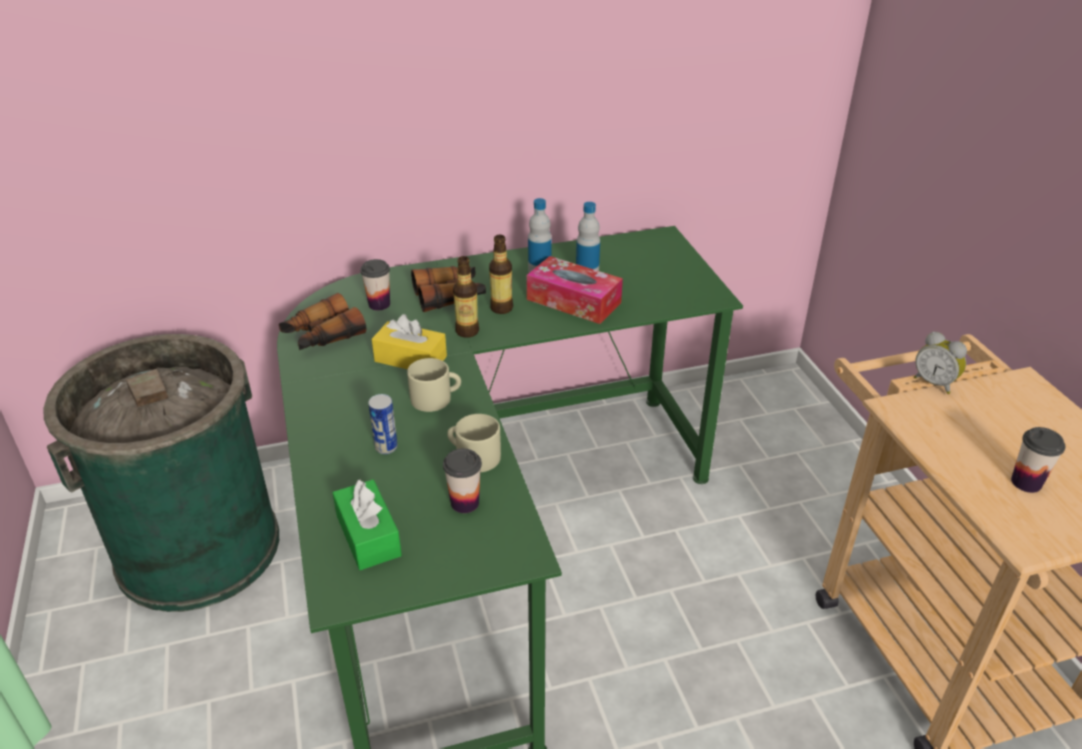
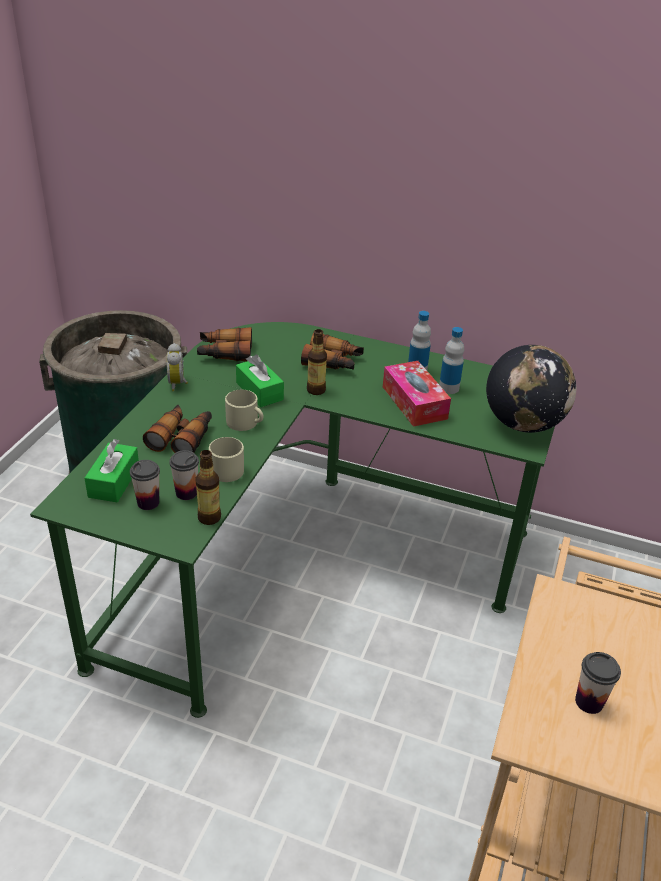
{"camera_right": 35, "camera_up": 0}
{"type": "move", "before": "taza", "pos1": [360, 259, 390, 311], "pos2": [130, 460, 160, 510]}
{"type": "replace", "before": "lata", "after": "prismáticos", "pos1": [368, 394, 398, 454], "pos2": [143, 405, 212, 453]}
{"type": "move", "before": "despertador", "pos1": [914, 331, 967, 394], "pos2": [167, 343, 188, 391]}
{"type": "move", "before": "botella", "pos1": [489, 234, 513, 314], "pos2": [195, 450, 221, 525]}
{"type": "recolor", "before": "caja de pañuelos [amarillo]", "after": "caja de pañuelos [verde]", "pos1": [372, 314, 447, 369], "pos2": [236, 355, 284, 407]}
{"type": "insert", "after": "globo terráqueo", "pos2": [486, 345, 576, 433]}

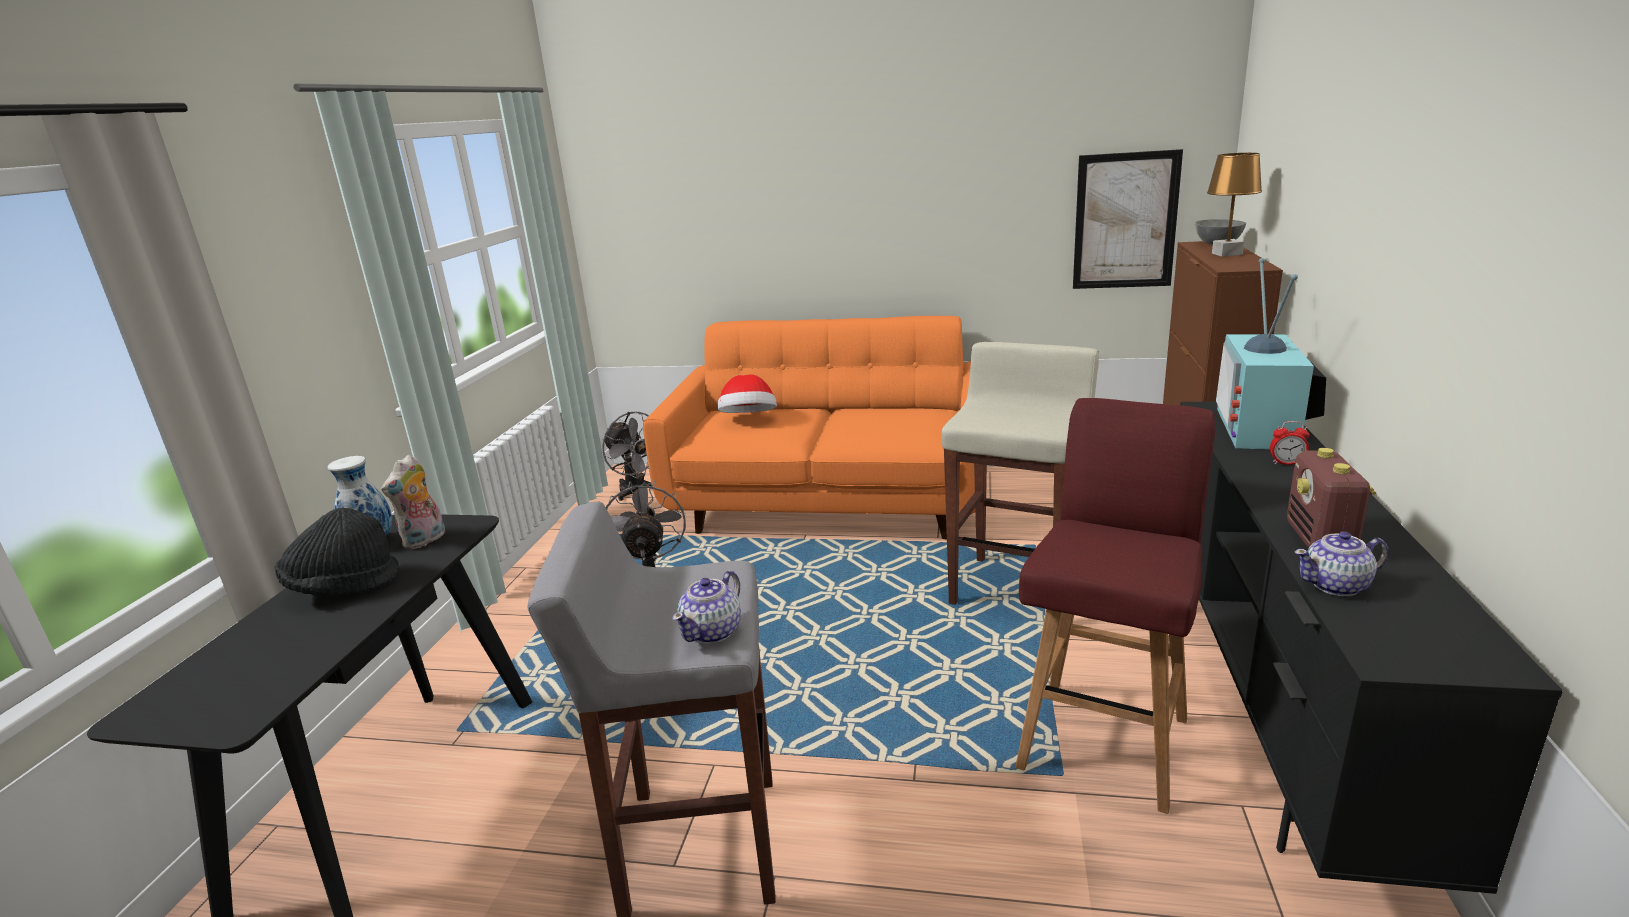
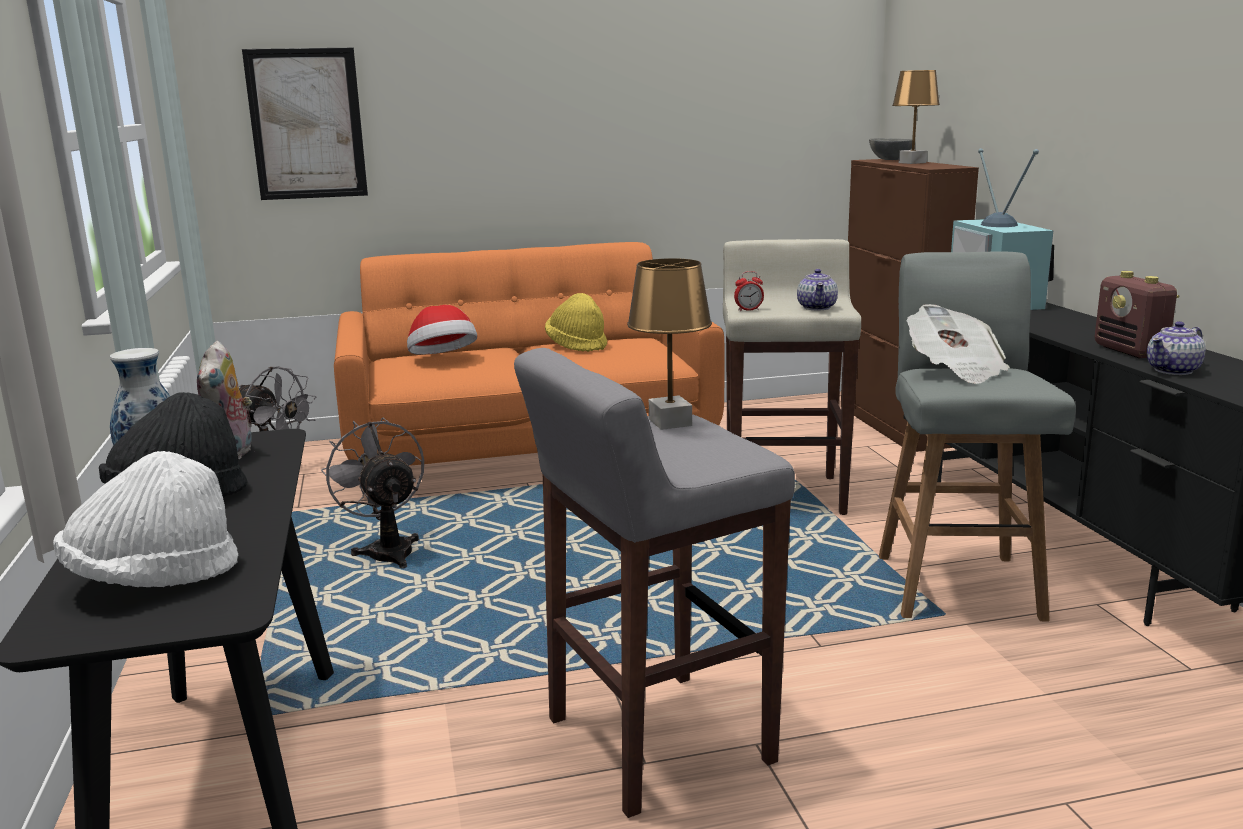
{"camera_right": -25, "camera_up": -5}
{"type": "insert", "after": "sombrero [blanco]", "pos2": [53, 451, 238, 587]}
{"type": "move", "before": "cuadro", "pos1": [1073, 149, 1183, 289], "pos2": [242, 48, 368, 200]}
{"type": "insert", "after": "sombrero [amarillo]", "pos2": [545, 293, 607, 352]}
{"type": "insert", "after": "lámpara de mesa [marrón]", "pos2": [627, 258, 712, 430]}
{"type": "move", "before": "despertador", "pos1": [1270, 421, 1310, 465], "pos2": [734, 271, 764, 311]}
{"type": "move", "before": "tetera", "pos1": [672, 570, 741, 644], "pos2": [797, 269, 838, 310]}
{"type": "recolor", "before": "taburete [rojo]", "after": "taburete [gris]", "pos1": [1015, 398, 1215, 814], "pos2": [879, 251, 1076, 621]}
{"type": "insert", "after": "periódico", "pos2": [907, 304, 1010, 384]}

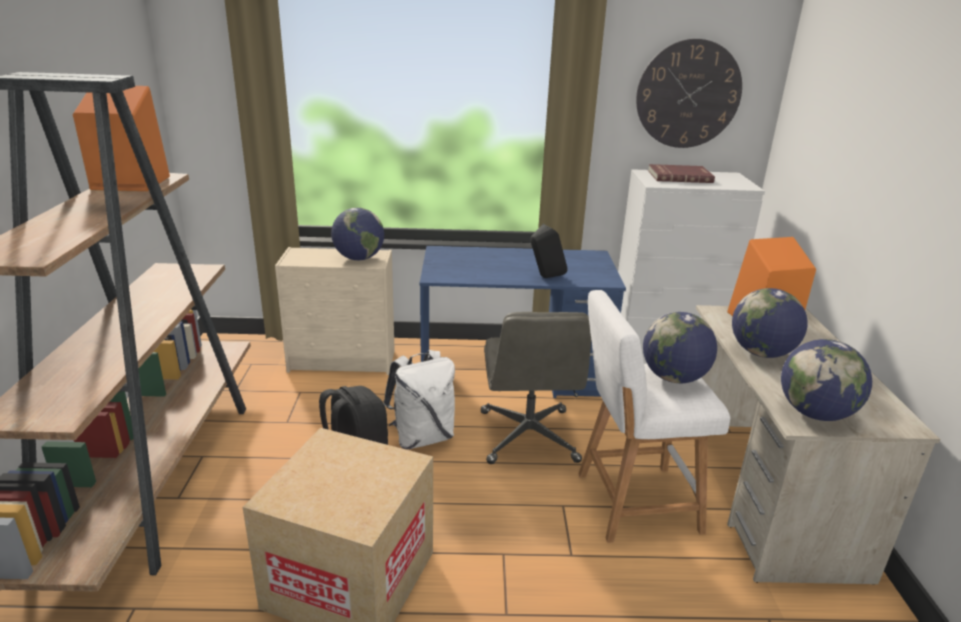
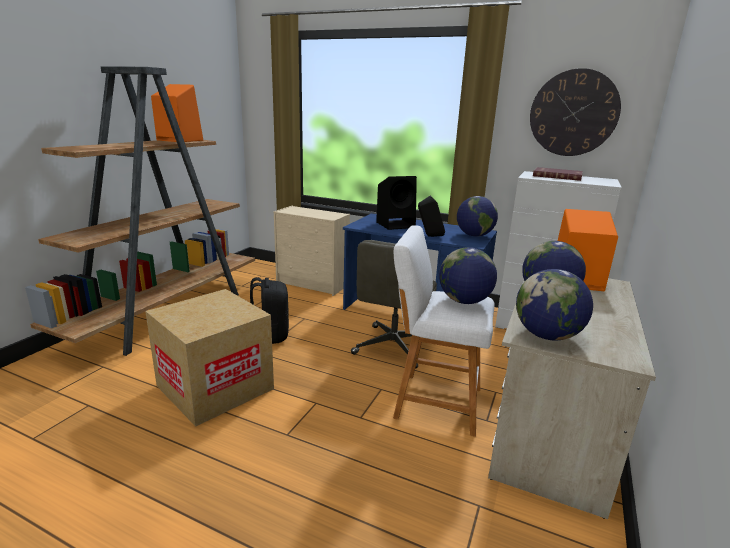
{"camera_right": 25, "camera_up": -5}
{"type": "insert", "after": "altavoz [negro]", "pos2": [376, 176, 417, 230]}
{"type": "move", "before": "globo terráqueo", "pos1": [331, 208, 384, 260], "pos2": [457, 196, 498, 237]}
{"type": "delete", "before": "mochila [blanco]", "pos1": [384, 350, 455, 449]}

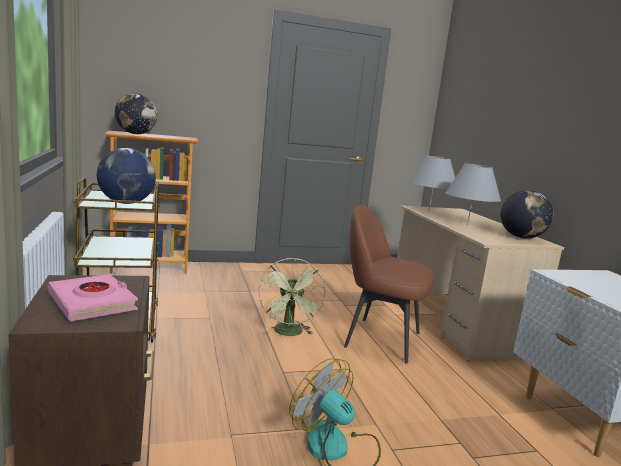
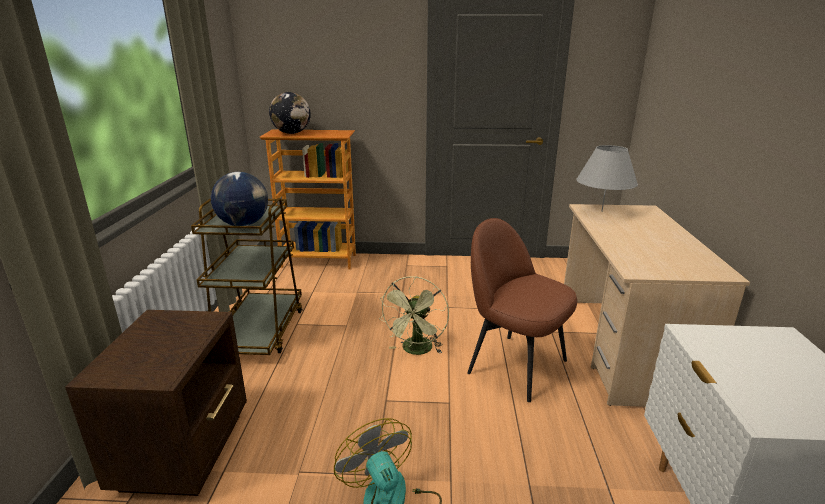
{"camera_right": 20, "camera_up": 10}
{"type": "delete", "before": "libro [rosa]", "pos1": [48, 274, 138, 321]}
{"type": "delete", "before": "lámpara de mesa [gris]", "pos1": [445, 164, 501, 225]}
{"type": "delete", "before": "globo terráqueo", "pos1": [501, 190, 553, 239]}

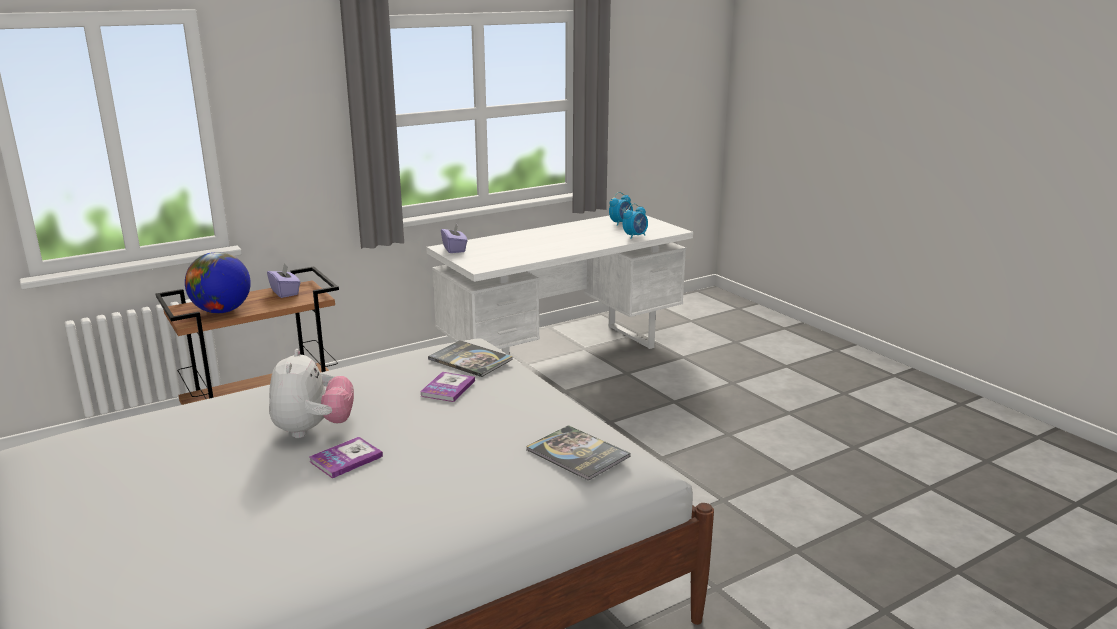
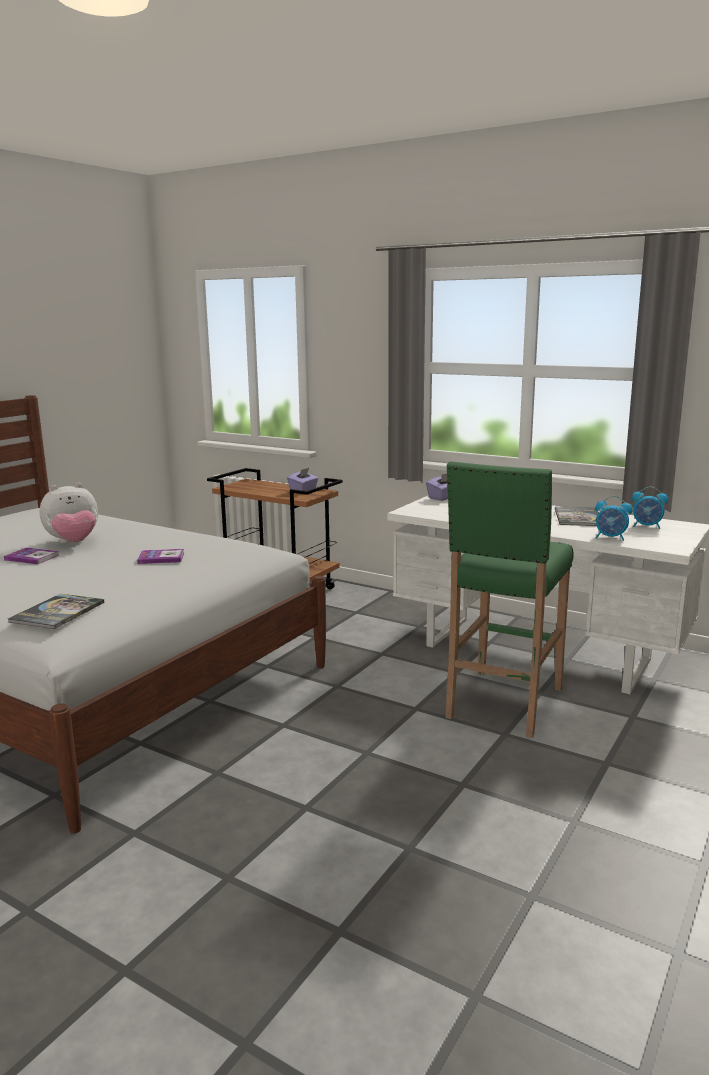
{"camera_right": 65, "camera_up": -5}
{"type": "insert", "after": "taburete [verde]", "pos2": [445, 461, 574, 738]}
{"type": "move", "before": "libro", "pos1": [428, 340, 513, 377], "pos2": [555, 507, 599, 526]}
{"type": "delete", "before": "globo terráqueo", "pos1": [185, 252, 251, 313]}

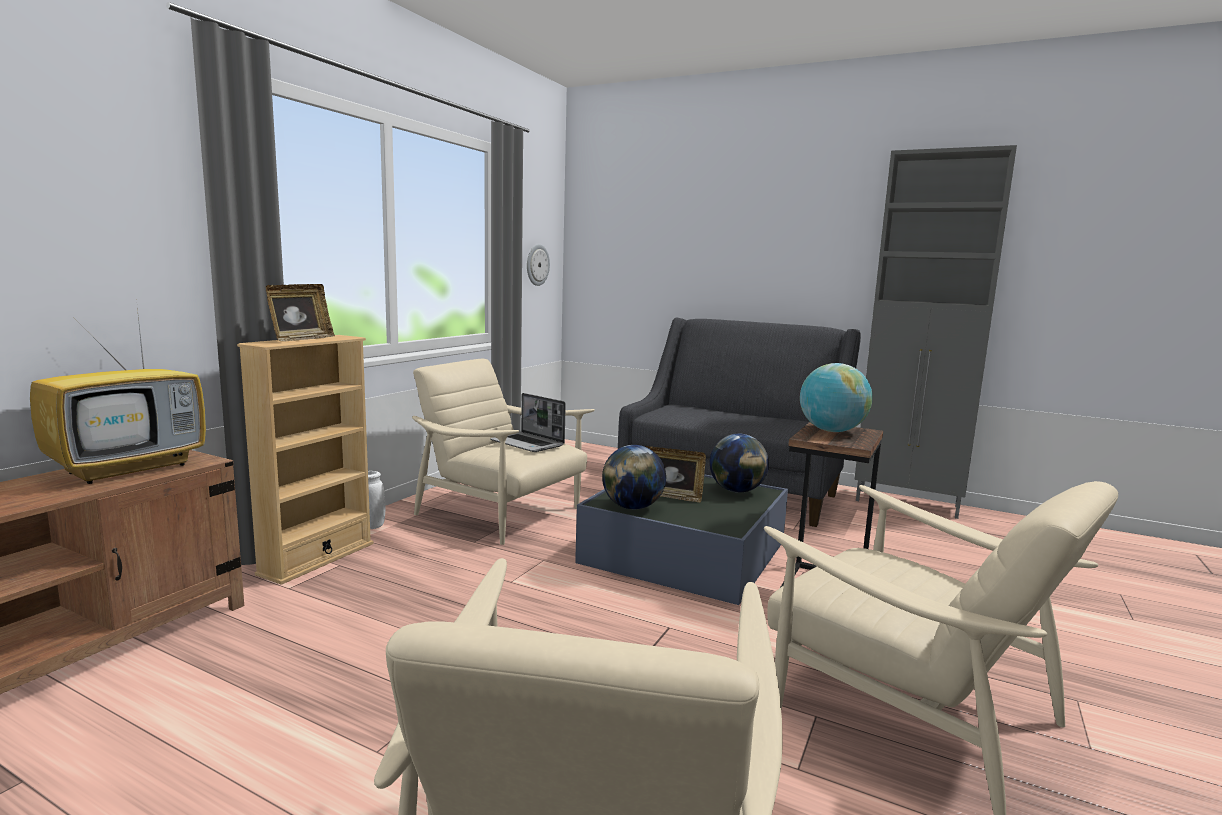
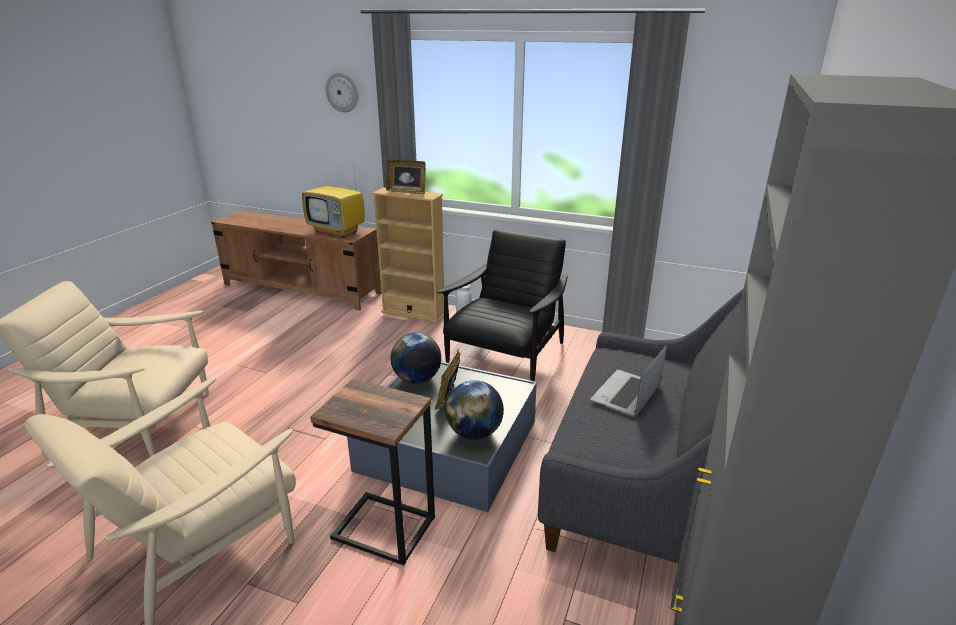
{"camera_right": 85, "camera_up": 15}
{"type": "move", "before": "reloj de pared", "pos1": [527, 244, 550, 286], "pos2": [326, 72, 359, 112]}
{"type": "recolor", "before": "sillón [beis]", "after": "sillón [negro]", "pos1": [412, 359, 595, 545], "pos2": [437, 229, 568, 381]}
{"type": "move", "before": "portátil", "pos1": [490, 393, 566, 452], "pos2": [590, 346, 666, 417]}
{"type": "delete", "before": "globo terráqueo", "pos1": [800, 363, 873, 432]}

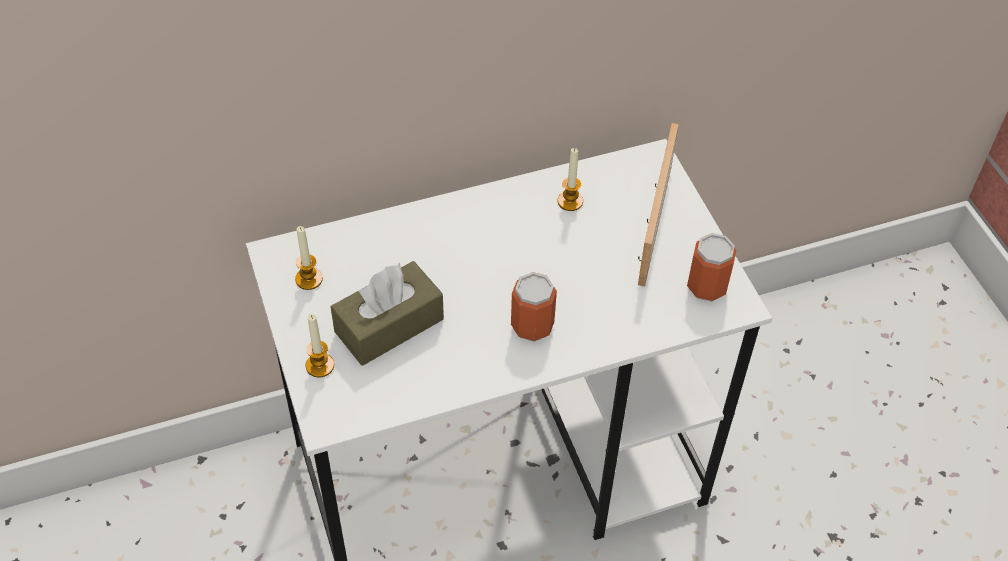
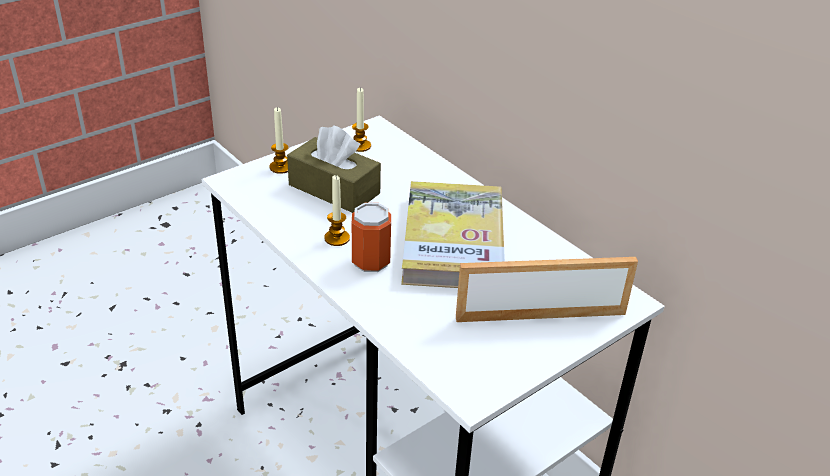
{"camera_right": 70, "camera_up": -15}
{"type": "move", "before": "vela", "pos1": [558, 148, 583, 211], "pos2": [324, 175, 350, 246]}
{"type": "insert", "after": "libro", "pos2": [401, 181, 505, 288]}
{"type": "delete", "before": "lata", "pos1": [687, 233, 736, 302]}

